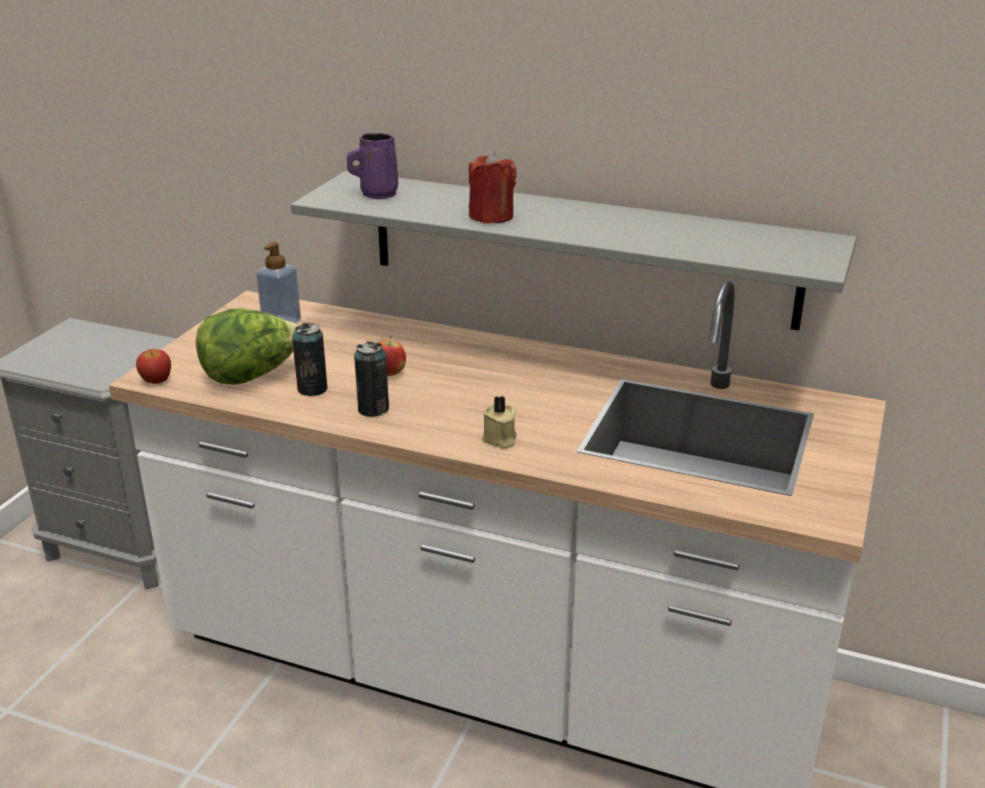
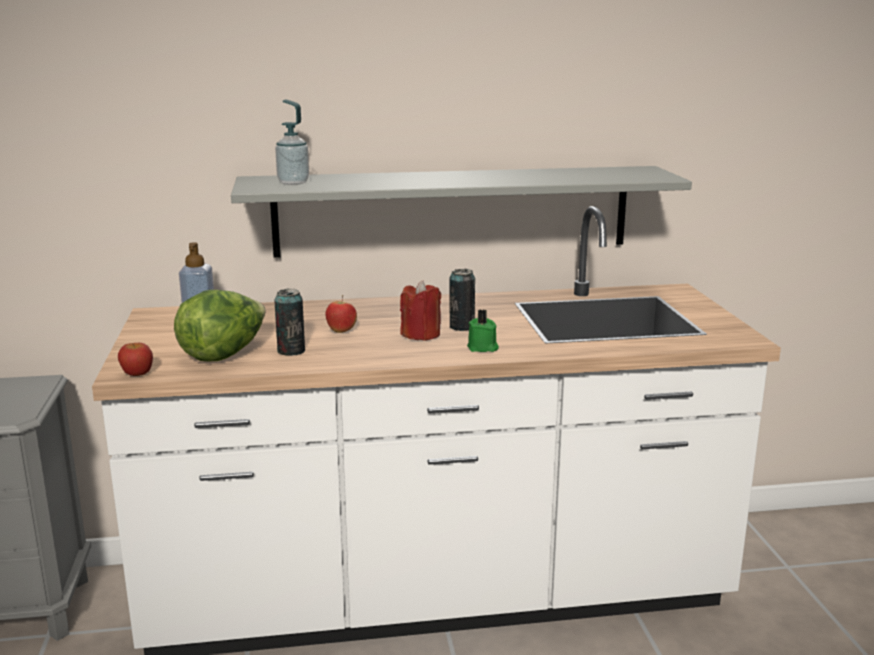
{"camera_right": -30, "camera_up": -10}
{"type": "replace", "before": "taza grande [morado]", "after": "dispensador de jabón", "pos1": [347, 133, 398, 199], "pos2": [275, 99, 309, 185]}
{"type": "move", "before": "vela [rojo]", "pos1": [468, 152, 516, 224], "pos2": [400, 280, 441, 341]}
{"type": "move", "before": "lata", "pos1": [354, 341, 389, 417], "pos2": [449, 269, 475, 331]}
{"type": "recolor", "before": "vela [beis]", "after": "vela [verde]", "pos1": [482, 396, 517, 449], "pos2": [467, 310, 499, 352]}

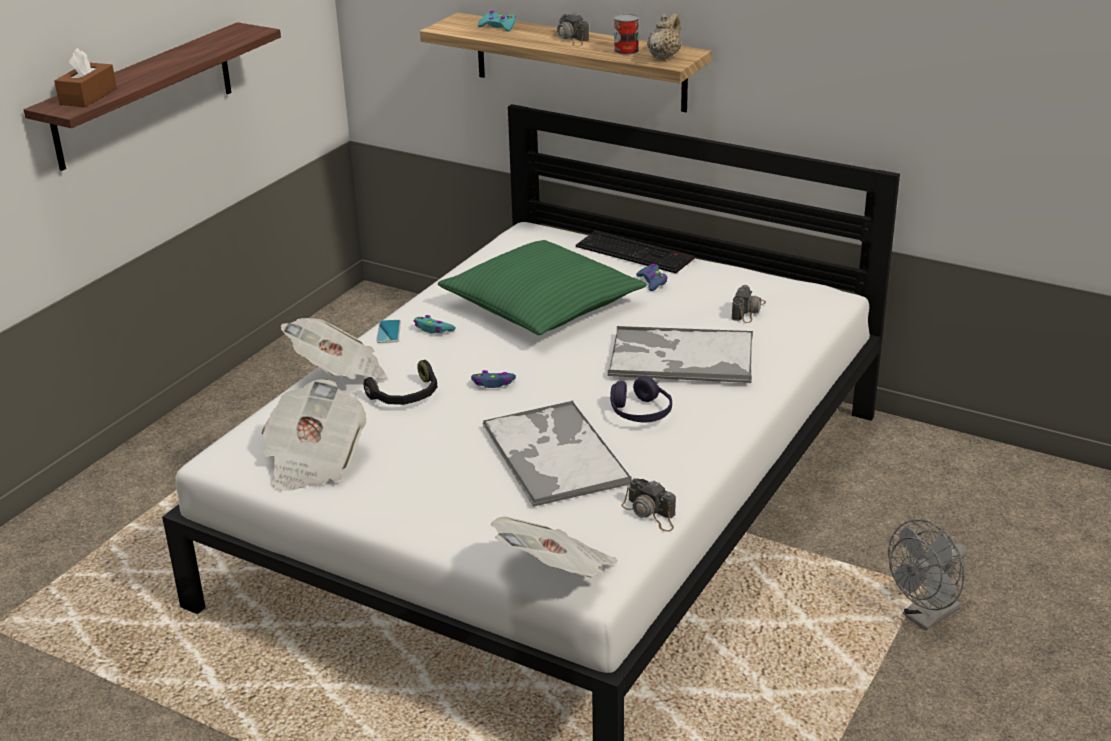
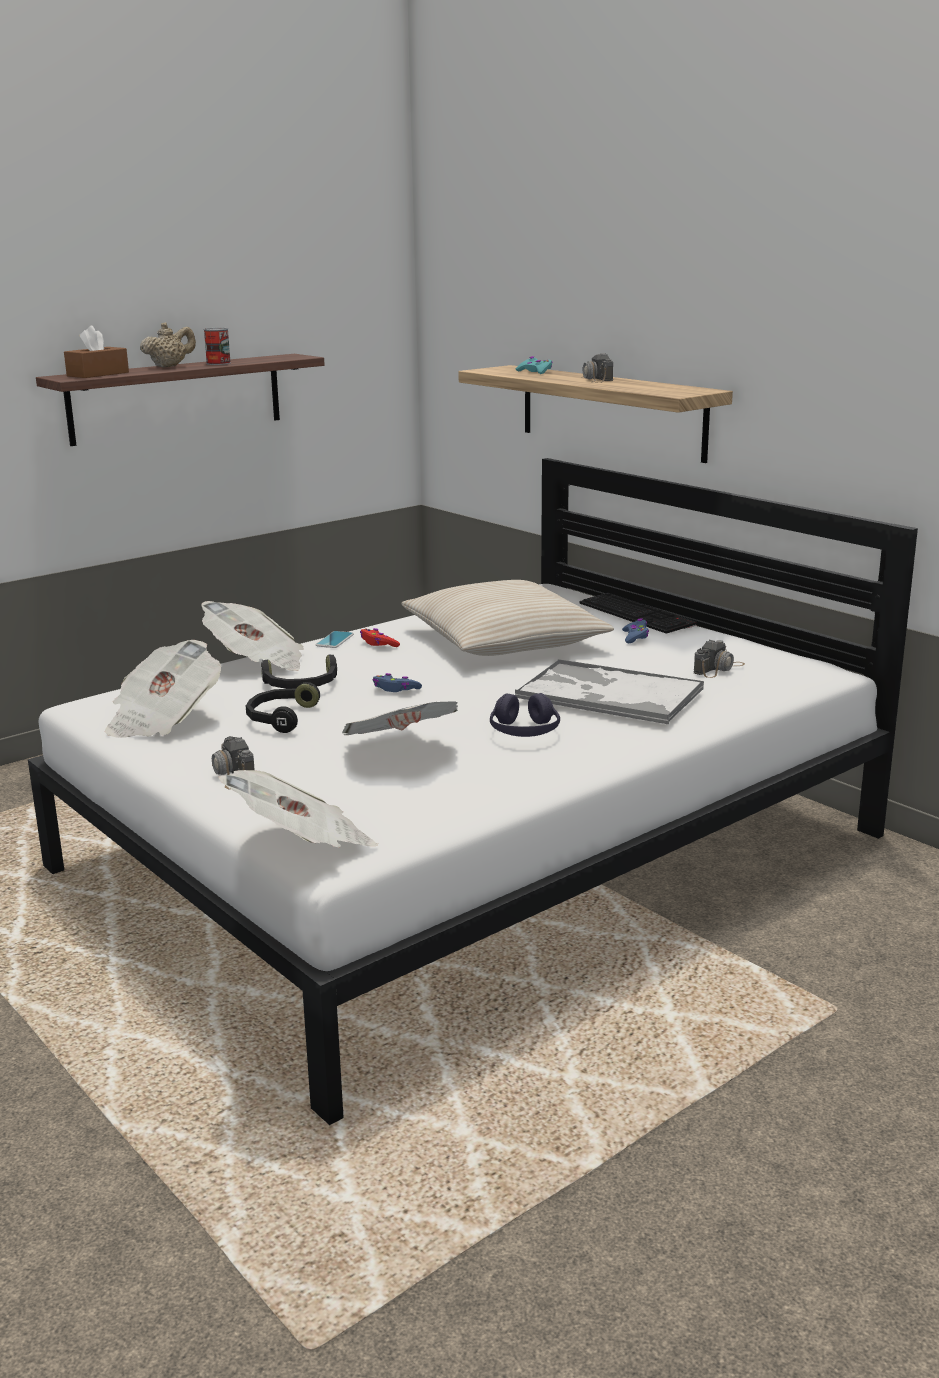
{"camera_right": 20, "camera_up": -10}
{"type": "move", "before": "tetera [beis]", "pos1": [647, 13, 681, 60], "pos2": [140, 322, 196, 368]}
{"type": "move", "before": "lata", "pos1": [614, 13, 639, 55], "pos2": [204, 328, 231, 365]}
{"type": "move", "before": "cámara", "pos1": [621, 478, 676, 532], "pos2": [212, 736, 255, 790]}
{"type": "insert", "after": "auriculares [negro]", "pos2": [246, 682, 320, 733]}
{"type": "replace", "before": "bandeja", "after": "periódico", "pos1": [482, 401, 632, 507], "pos2": [342, 701, 458, 735]}
{"type": "recolor", "before": "mando de consola [turquesa]", "after": "mando de consola [rojo]", "pos1": [414, 315, 456, 334], "pos2": [360, 628, 400, 647]}
{"type": "recolor", "before": "cojín [verde]", "after": "cojín [beis]", "pos1": [438, 240, 647, 335], "pos2": [402, 580, 614, 656]}
{"type": "delete", "before": "ventilador [gris]", "pos1": [888, 519, 967, 630]}

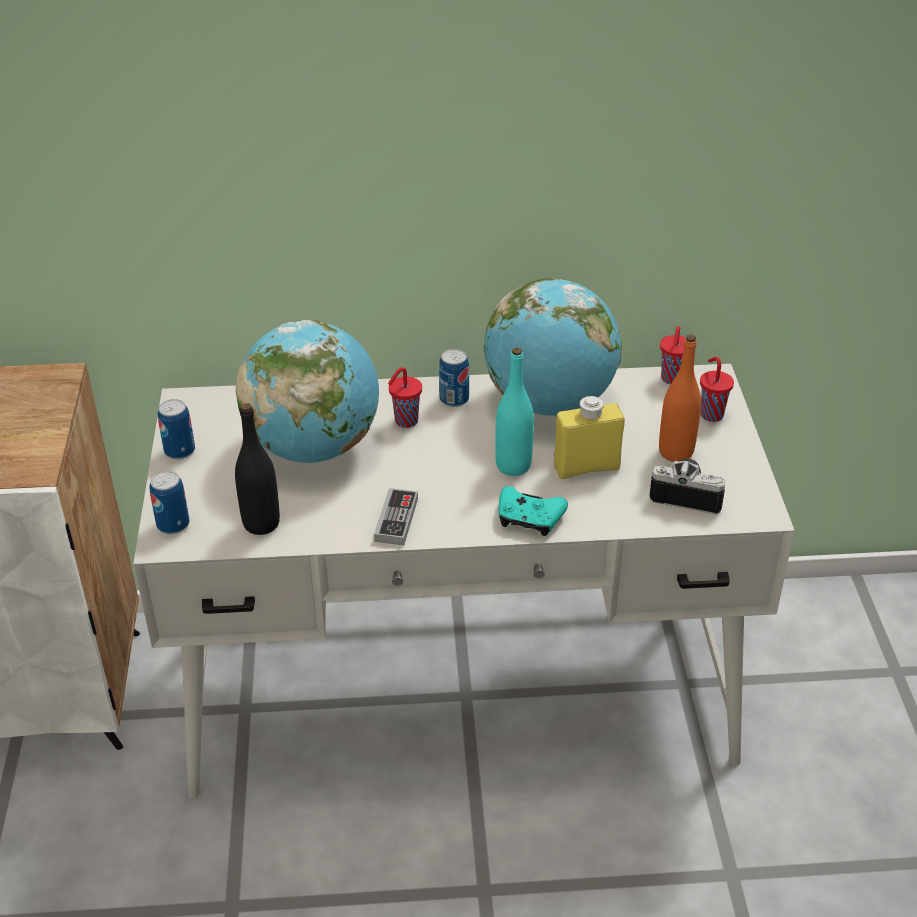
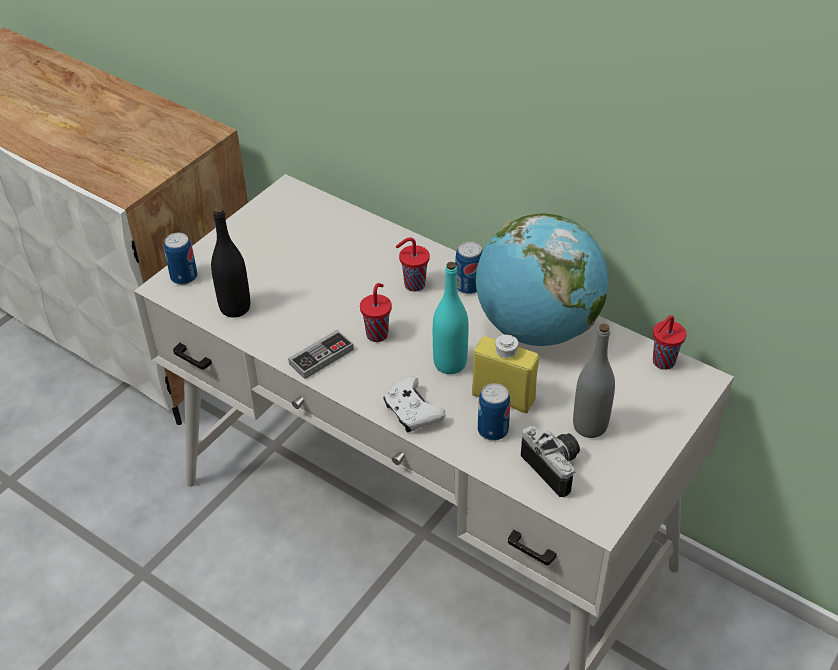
{"camera_right": 40, "camera_up": 5}
{"type": "move", "before": "taza [rojo]", "pos1": [700, 357, 734, 422], "pos2": [360, 283, 392, 342]}
{"type": "recolor", "before": "mando de consola [turquesa]", "after": "mando de consola [blanco]", "pos1": [498, 486, 568, 536], "pos2": [383, 376, 446, 433]}
{"type": "move", "before": "lata", "pos1": [158, 399, 195, 460], "pos2": [478, 383, 510, 441]}
{"type": "recolor", "before": "botella [naranja]", "after": "botella [gris]", "pos1": [659, 334, 701, 462], "pos2": [573, 324, 615, 438]}
{"type": "delete", "before": "globo terráqueo", "pos1": [236, 320, 379, 463]}

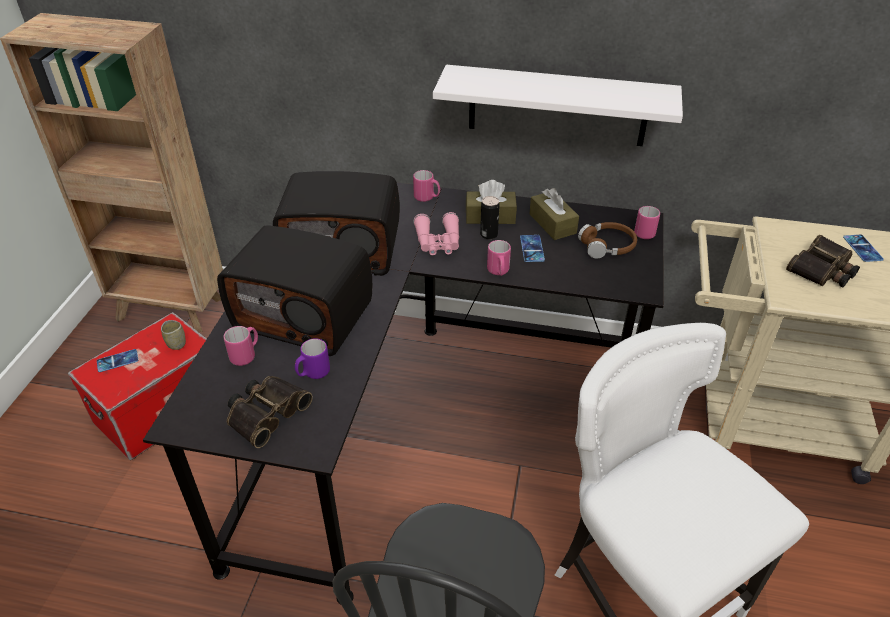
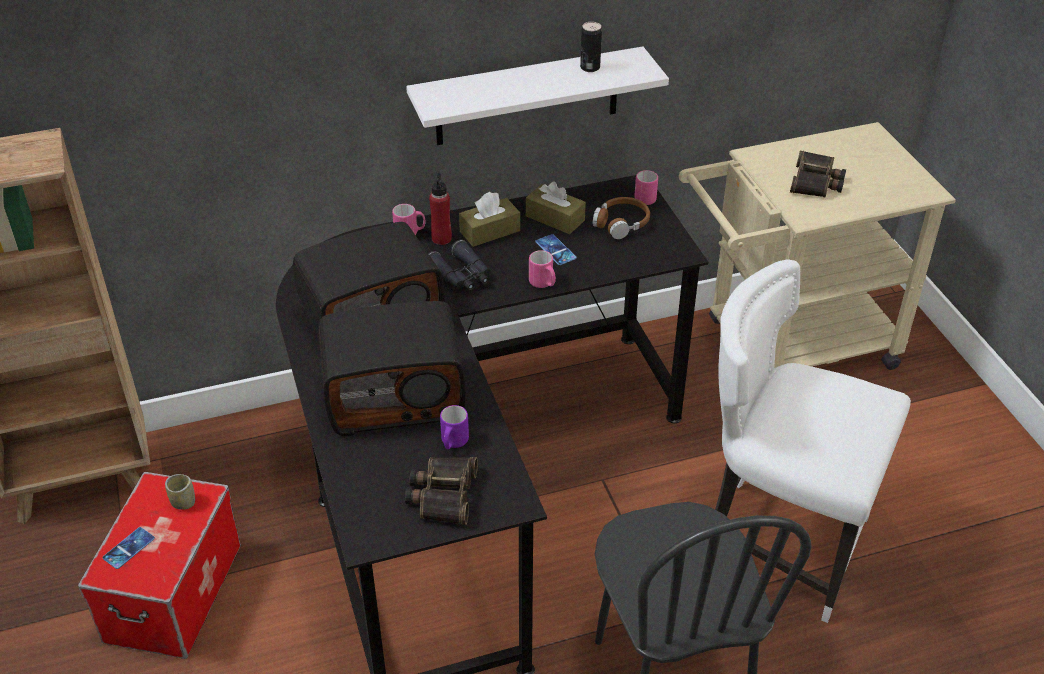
{"camera_right": -30, "camera_up": 0}
{"type": "recolor", "before": "prismáticos [rosa]", "after": "prismáticos [negro]", "pos1": [413, 212, 459, 255], "pos2": [428, 240, 491, 290]}
{"type": "insert", "after": "botella [rojo]", "pos2": [429, 172, 452, 245]}
{"type": "move", "before": "lata", "pos1": [480, 196, 500, 240], "pos2": [580, 22, 602, 72]}
{"type": "delete", "before": "taza grande [rosa]", "pos1": [224, 326, 258, 366]}
{"type": "delete", "before": "móvil", "pos1": [843, 235, 884, 262]}

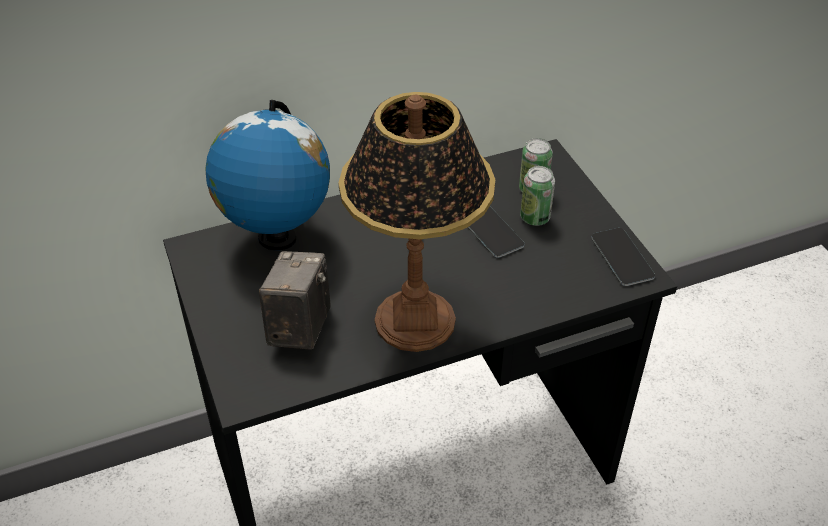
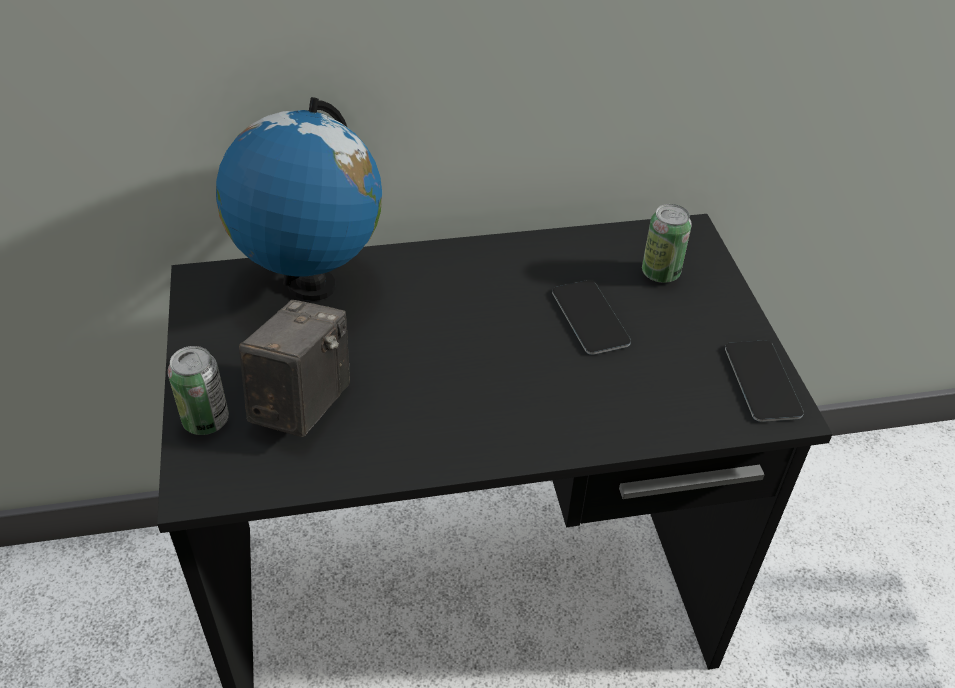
{"camera_right": 10, "camera_up": 0}
{"type": "move", "before": "lata", "pos1": [520, 166, 555, 226], "pos2": [168, 346, 229, 435]}
{"type": "delete", "before": "lámpara de mesa", "pos1": [338, 92, 495, 352]}

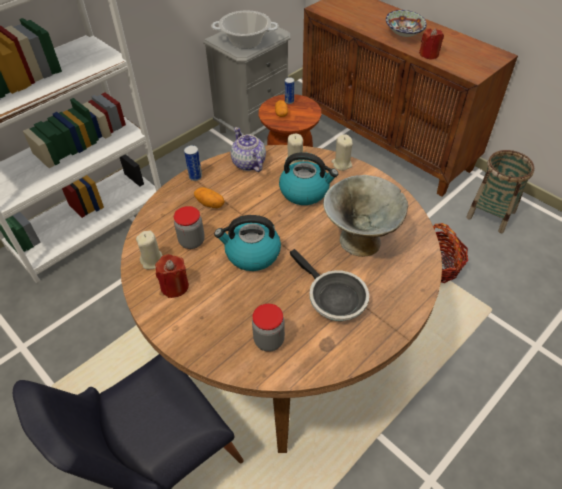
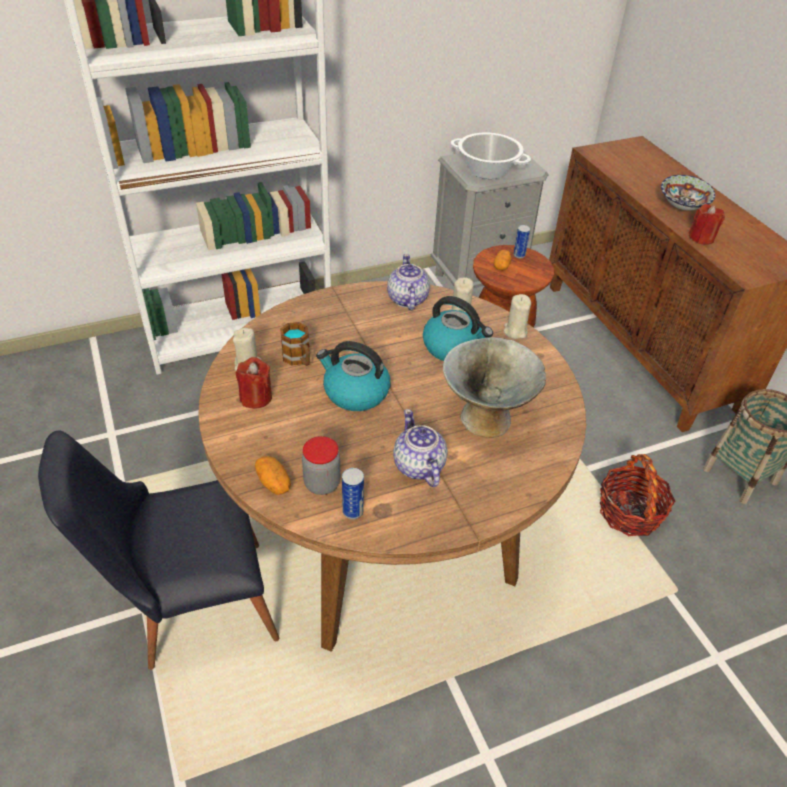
{"camera_right": 20, "camera_up": -5}
{"type": "move", "before": "patata", "pos1": [194, 187, 225, 208], "pos2": [255, 456, 291, 495]}
{"type": "replace", "before": "tarro", "after": "taza grande", "pos1": [174, 206, 205, 249], "pos2": [280, 322, 310, 366]}
{"type": "move", "before": "lata", "pos1": [184, 145, 202, 181], "pos2": [342, 468, 364, 519]}
{"type": "replace", "before": "sartén", "after": "tetera", "pos1": [290, 249, 369, 321], "pos2": [393, 409, 448, 487]}

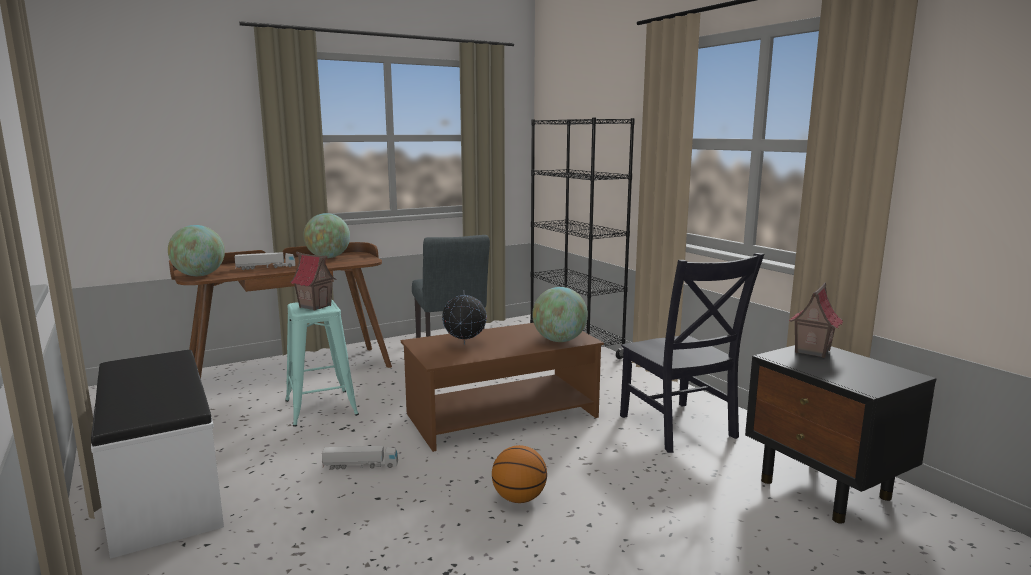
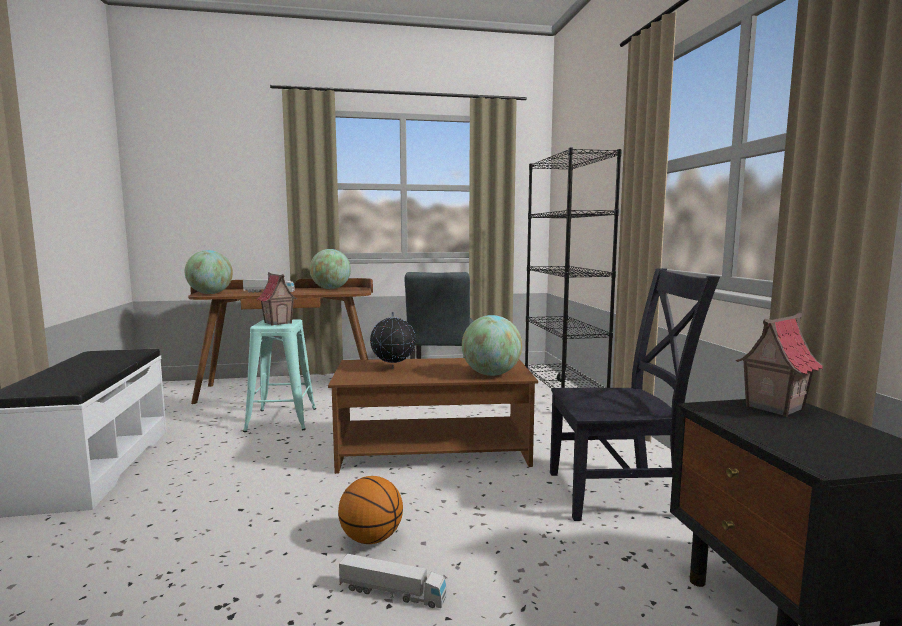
{"camera_right": 20, "camera_up": -5}
{"type": "move", "before": "camión de juguete", "pos1": [322, 446, 398, 470], "pos2": [339, 554, 447, 608]}
{"type": "rotate", "before": "silla [negro]", "pos1": [620, 253, 764, 453], "pos2": [550, 268, 720, 521], "turn": -90}

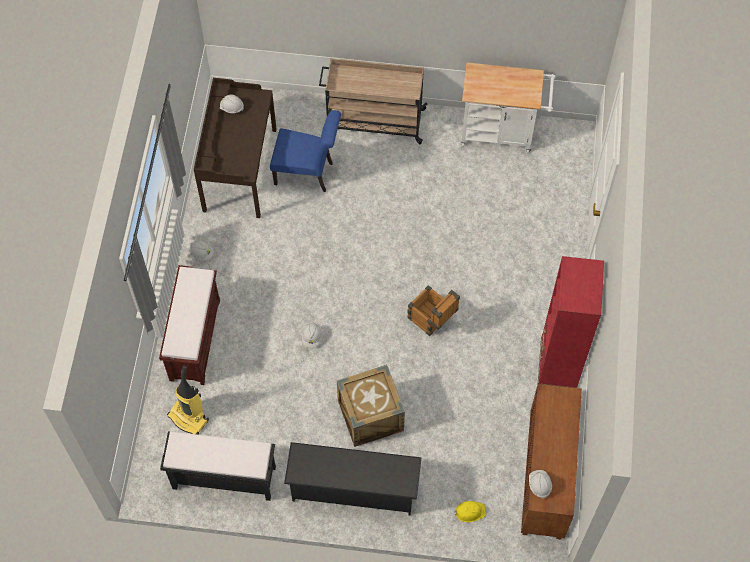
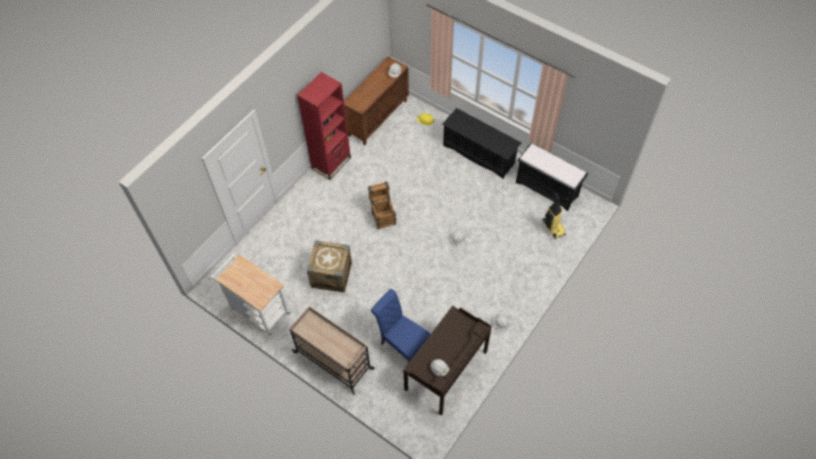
{"camera_right": -150, "camera_up": -5}
{"type": "move", "before": "caja de embalaje", "pos1": [337, 365, 405, 447], "pos2": [307, 240, 352, 293]}
{"type": "delete", "before": "banco [marrón]", "pos1": [159, 265, 220, 385]}

